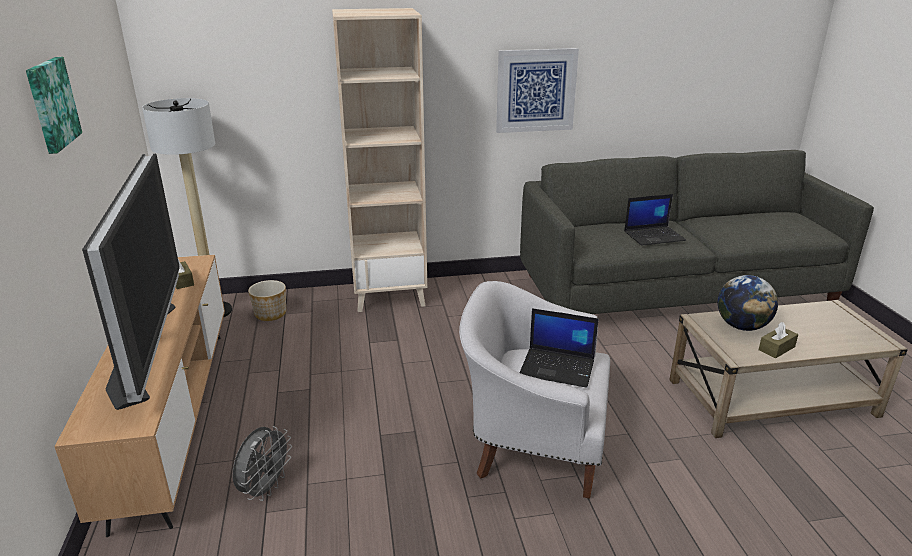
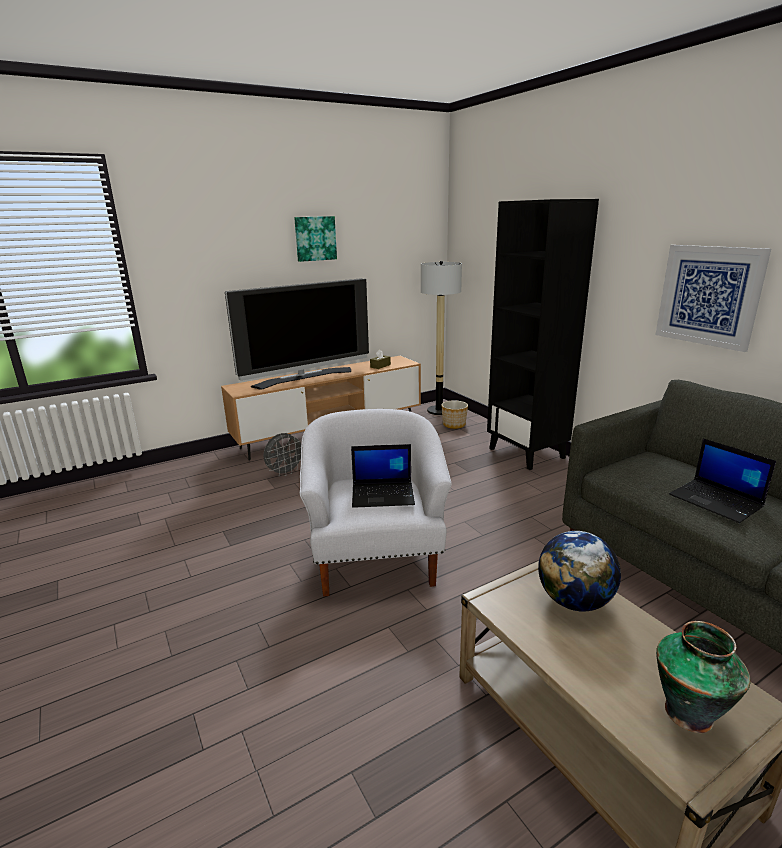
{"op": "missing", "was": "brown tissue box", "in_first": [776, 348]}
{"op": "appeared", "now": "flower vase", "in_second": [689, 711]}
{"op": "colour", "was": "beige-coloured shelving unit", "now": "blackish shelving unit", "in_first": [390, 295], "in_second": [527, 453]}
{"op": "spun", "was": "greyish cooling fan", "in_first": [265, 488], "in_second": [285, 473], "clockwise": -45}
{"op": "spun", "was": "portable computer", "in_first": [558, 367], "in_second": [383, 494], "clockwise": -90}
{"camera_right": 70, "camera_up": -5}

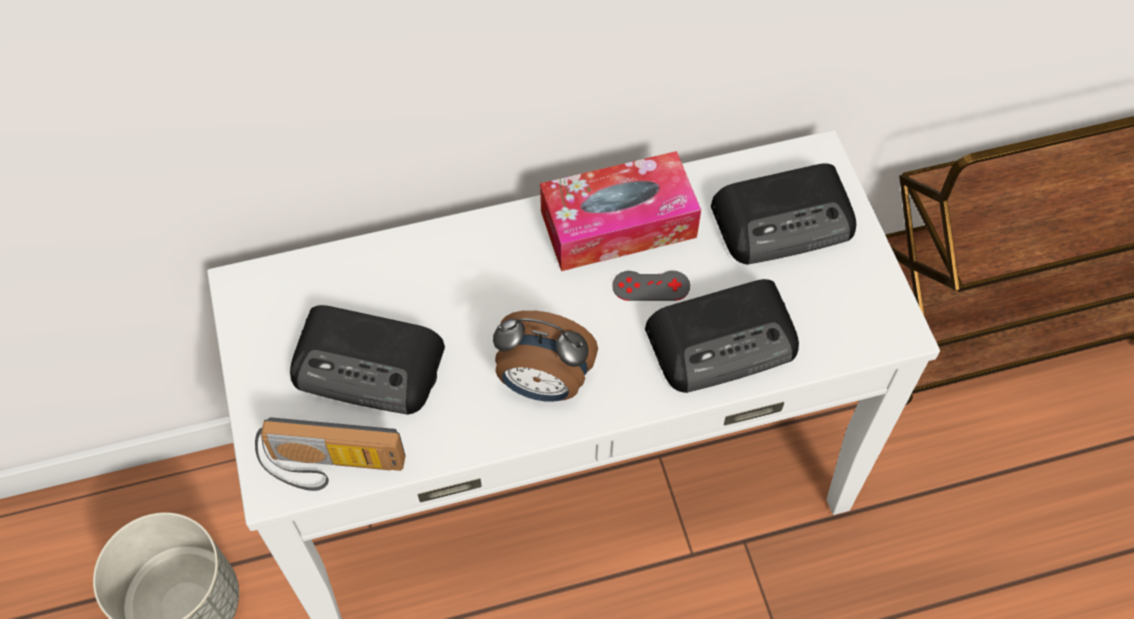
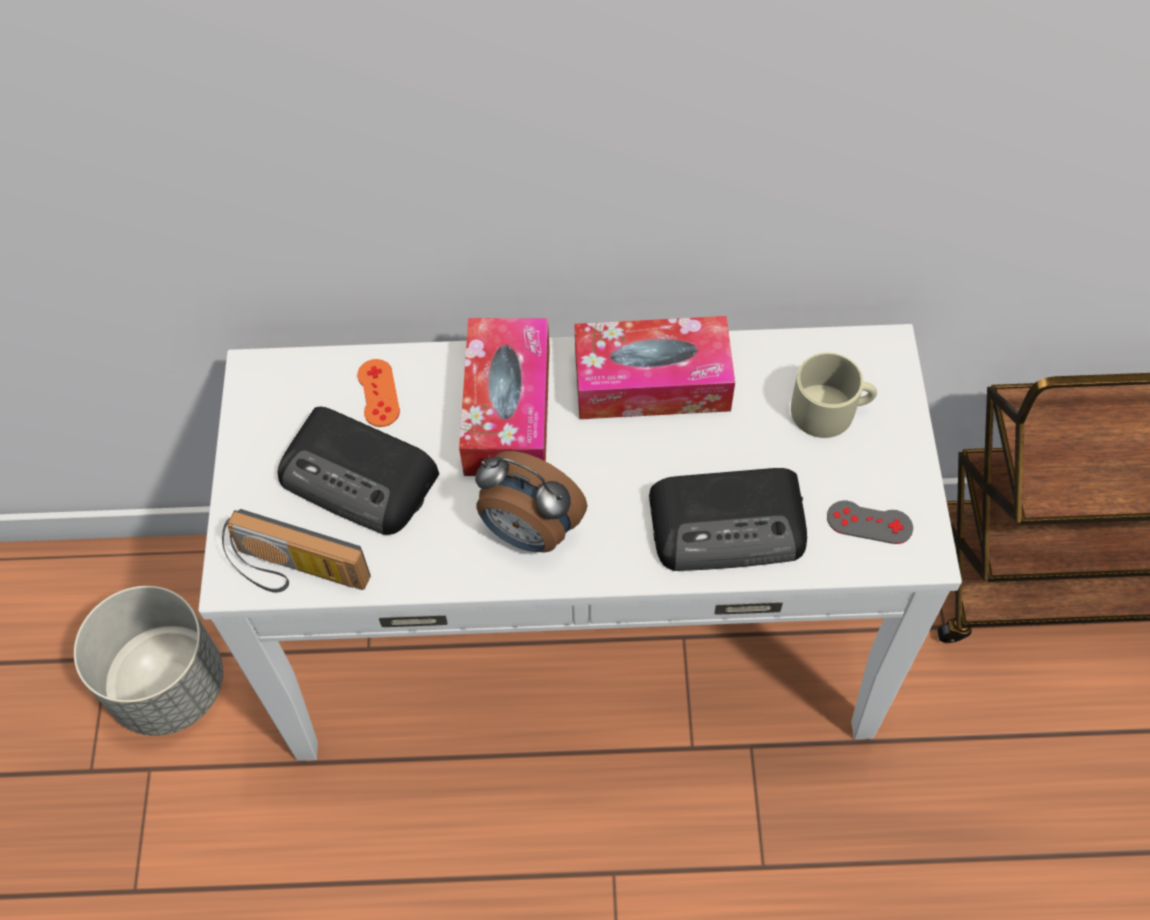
{"op": "appeared", "now": "orangey gamepad", "in_second": [378, 393]}
{"op": "appeared", "now": "tissue box", "in_second": [507, 410]}
{"op": "relocated", "was": "greyish gamepad", "in_first": [651, 286], "in_second": [869, 522]}
{"op": "exchanged", "was": "radio set", "now": "beige-coloured tea mug", "in_first": [785, 220], "in_second": [831, 410]}
{"camera_right": 15, "camera_up": 0}

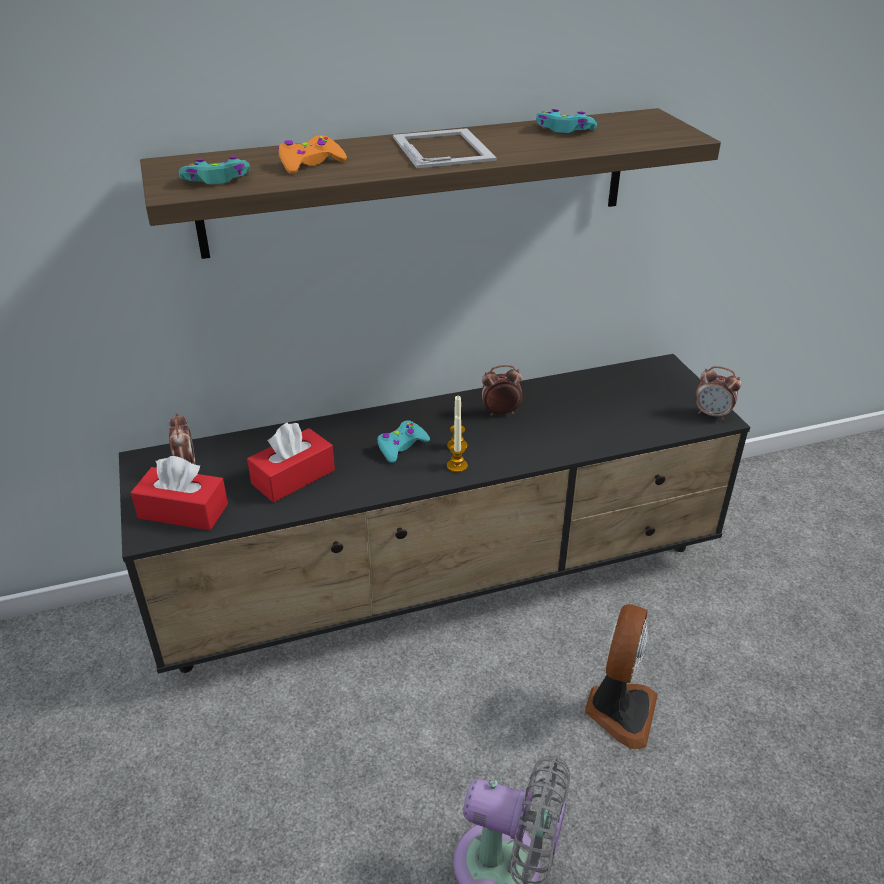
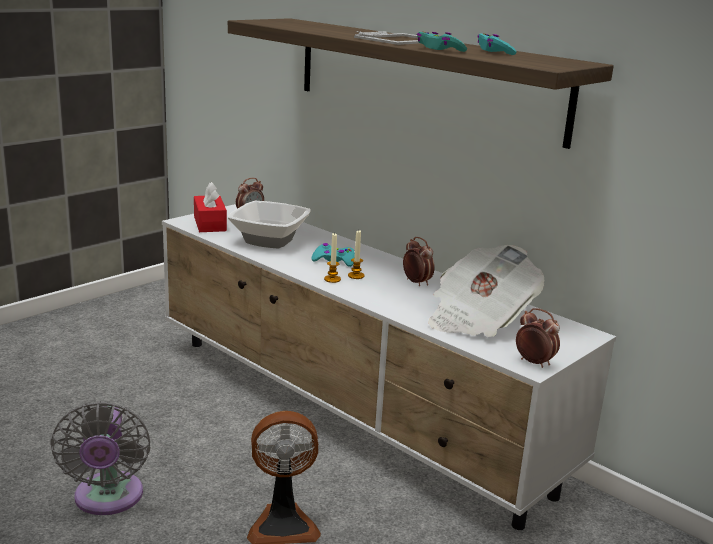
{"op": "missing", "was": "orangey gamepad", "in_first": [310, 163]}
{"op": "appeared", "now": "printed paper", "in_second": [478, 318]}
{"op": "relocated", "was": "turquoise-coloured gamepad", "in_first": [217, 180], "in_second": [439, 49]}
{"op": "exchanged", "was": "red-coloured tissue box", "now": "deep dish", "in_first": [293, 477], "in_second": [268, 240]}
{"op": "colour", "was": "blackish media console", "now": "whitish media console", "in_first": [444, 581], "in_second": [350, 412]}
{"op": "spun", "was": "alarm clock", "in_first": [712, 414], "in_second": [534, 362], "clockwise": 135}
{"camera_right": 60, "camera_up": -15}

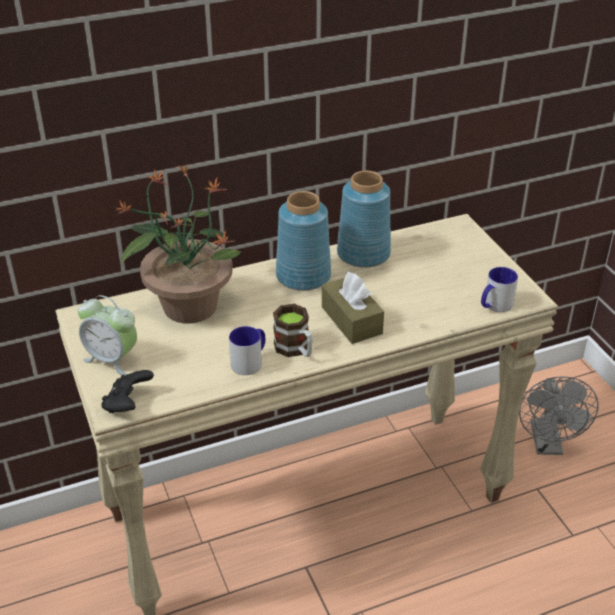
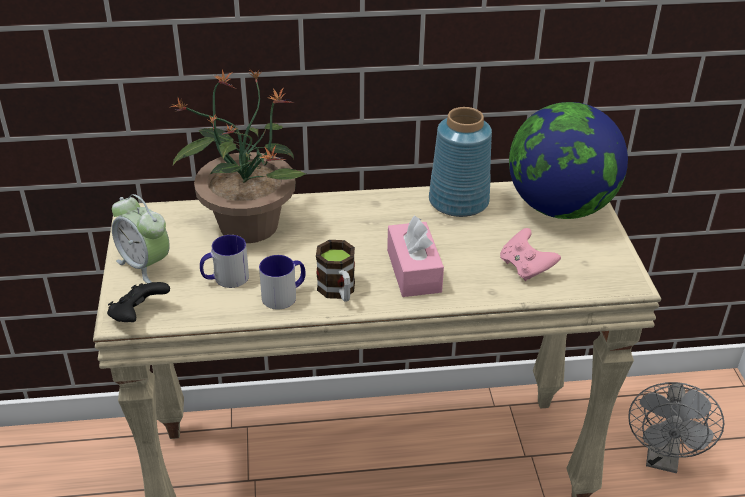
{"op": "missing", "was": "blue flower vase", "in_first": [304, 276]}
{"op": "appeared", "now": "pinkish gamepad", "in_second": [526, 268]}
{"op": "appeared", "now": "world globe", "in_second": [559, 207]}
{"op": "relocated", "was": "tea mug", "in_first": [494, 305], "in_second": [225, 279]}
{"op": "colour", "was": "brown tissue box", "now": "pinkish tissue box", "in_first": [351, 320], "in_second": [413, 271]}
{"camera_right": 15, "camera_up": 0}

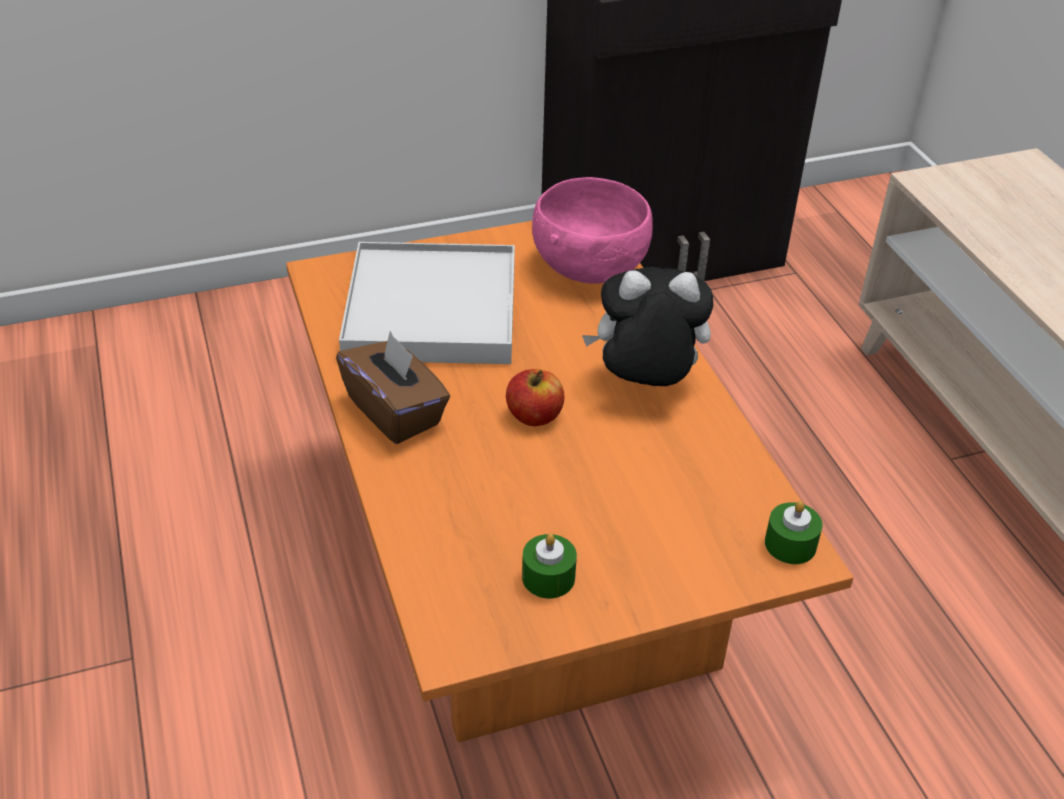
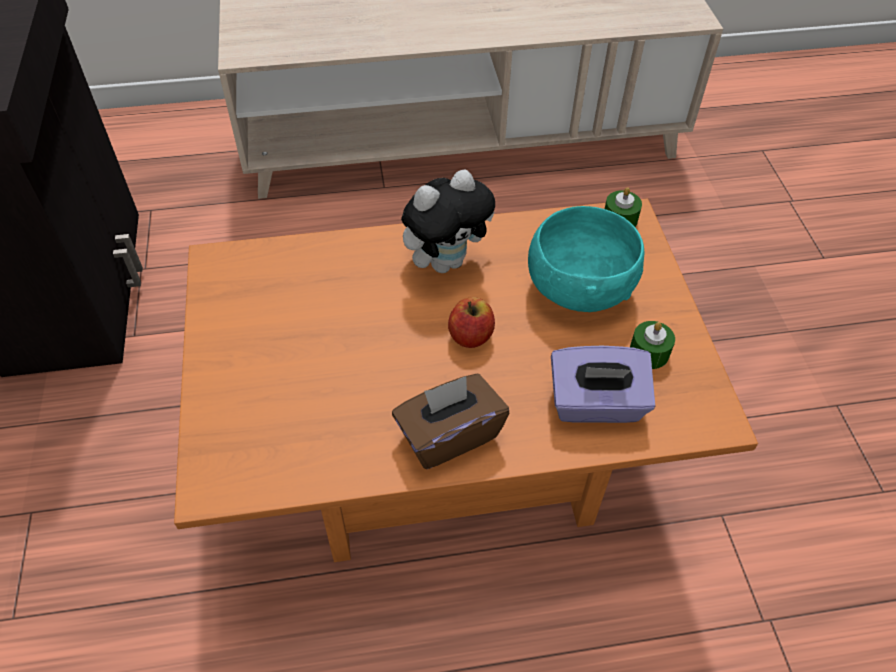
{"op": "missing", "was": "whitish serving tray", "in_first": [432, 311]}
{"op": "missing", "was": "pinkish deep dish", "in_first": [588, 266]}
{"op": "appeared", "now": "turquoise-coloured deep dish", "in_second": [578, 288]}
{"op": "appeared", "now": "purple tissue box", "in_second": [596, 404]}
{"op": "spun", "was": "plush toy", "in_first": [644, 385], "in_second": [446, 261], "clockwise": -135}
{"camera_right": -80, "camera_up": 10}

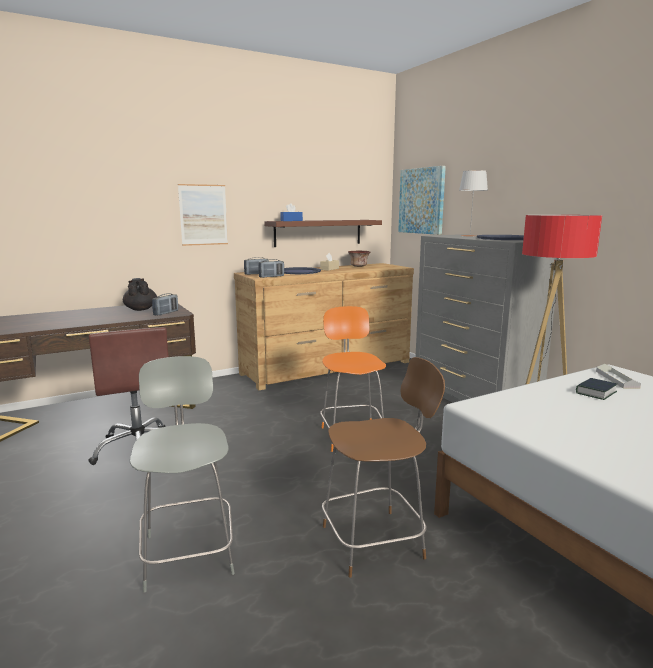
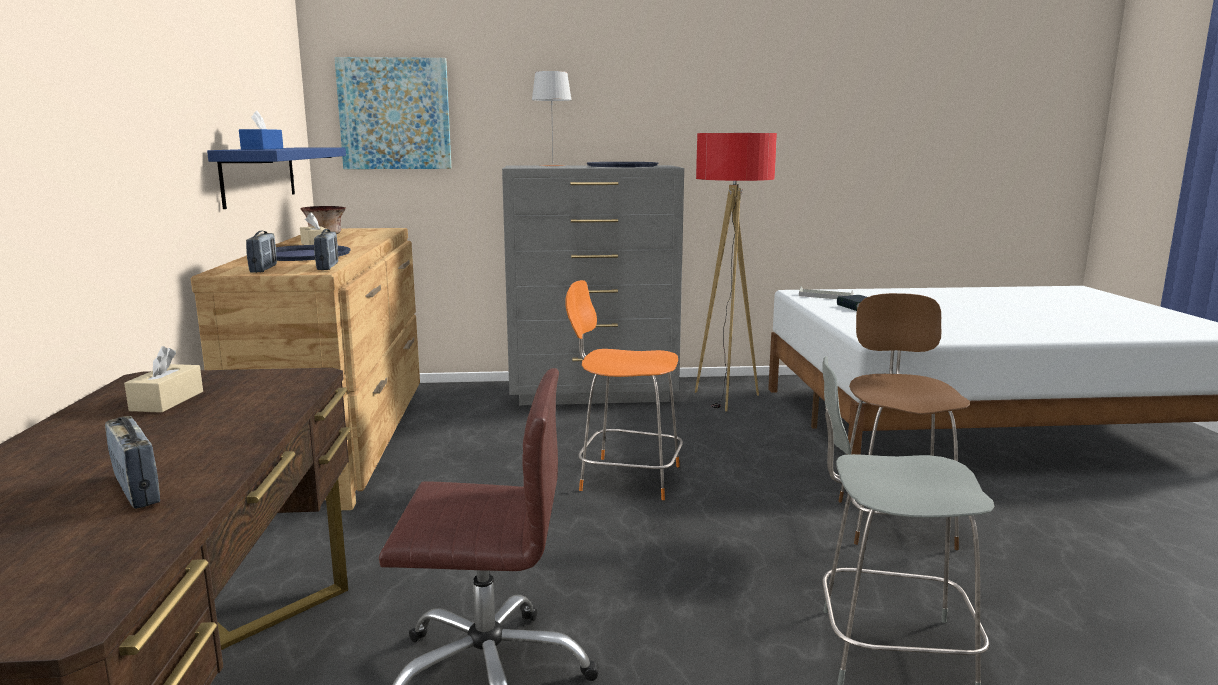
{"op": "missing", "was": "wall picture", "in_first": [203, 215]}
{"op": "relocated", "was": "radio set", "in_first": [166, 313], "in_second": [137, 490]}
{"op": "exchanged", "was": "blackish pot for tea", "now": "beige-coloured tissue box", "in_first": [141, 309], "in_second": [167, 401]}
{"op": "colour", "was": "brown wall shelf", "now": "blue wall shelf", "in_first": [318, 232], "in_second": [259, 175]}
{"camera_right": -65, "camera_up": 0}

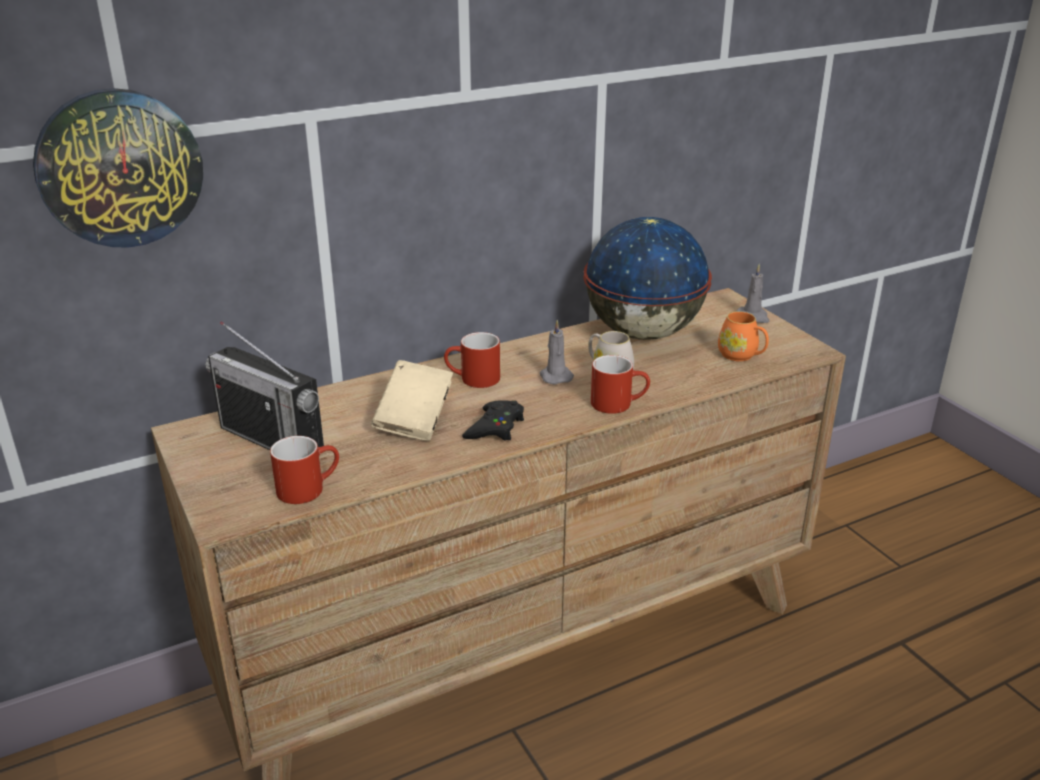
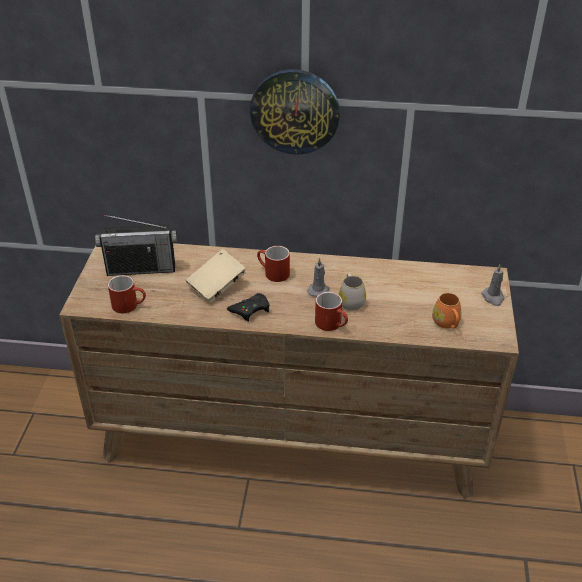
{"op": "missing", "was": "world globe", "in_first": [642, 333]}
{"op": "relocated", "was": "wall clock", "in_first": [120, 168], "in_second": [295, 111]}
{"op": "spun", "was": "radio set", "in_first": [271, 439], "in_second": [141, 268], "clockwise": -75}
{"camera_right": 35, "camera_up": 10}

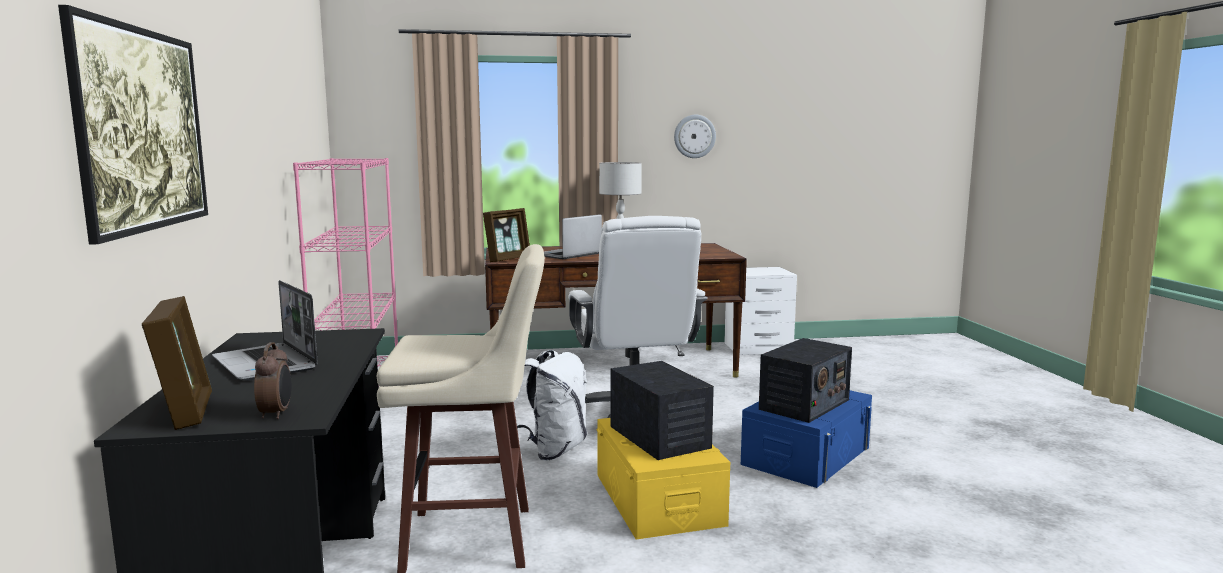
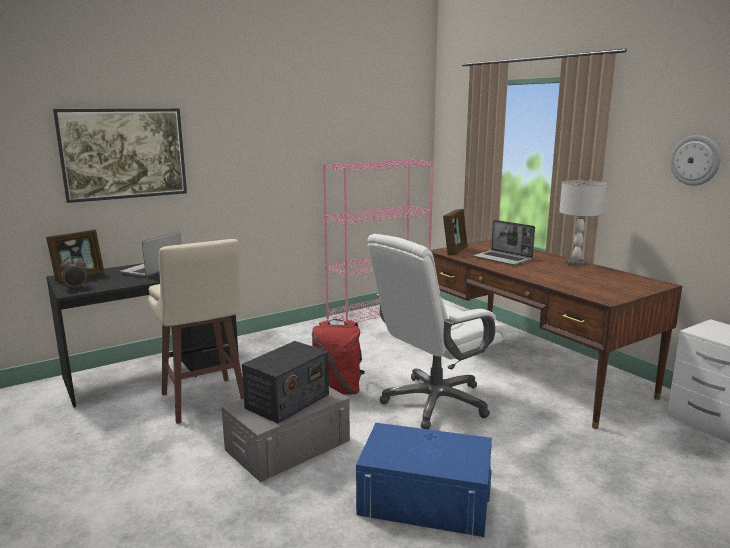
{"op": "missing", "was": "radio set", "in_first": [804, 405]}
{"op": "colour", "was": "whitish knapsack", "now": "red-coloured knapsack", "in_first": [551, 451], "in_second": [338, 390]}
{"op": "colour", "was": "yellow-coloured storage bin", "now": "greyish storage bin", "in_first": [658, 499], "in_second": [288, 445]}
{"op": "spun", "was": "picture frame", "in_first": [508, 259], "in_second": [455, 251], "clockwise": -75}
{"op": "spun", "was": "portable computer", "in_first": [569, 255], "in_second": [503, 259], "clockwise": -150}
{"camera_right": 65, "camera_up": 5}

